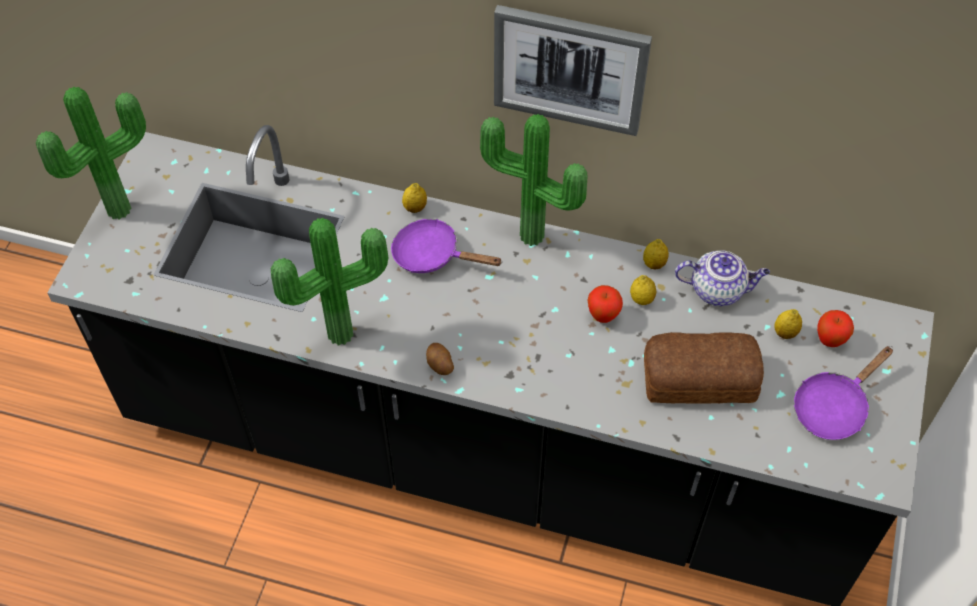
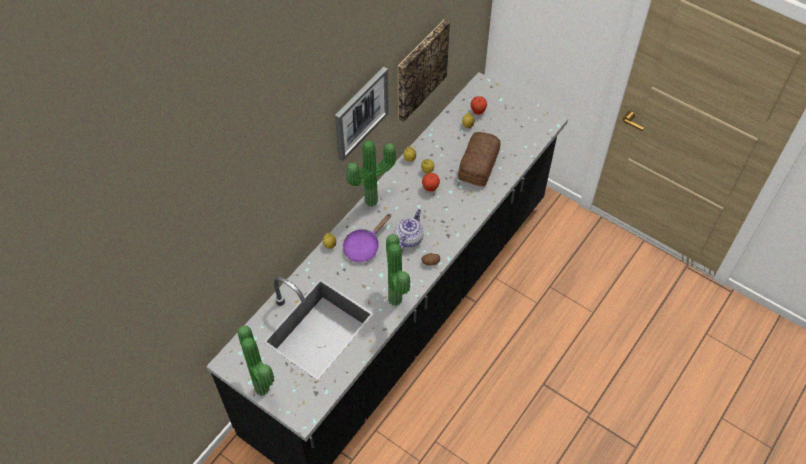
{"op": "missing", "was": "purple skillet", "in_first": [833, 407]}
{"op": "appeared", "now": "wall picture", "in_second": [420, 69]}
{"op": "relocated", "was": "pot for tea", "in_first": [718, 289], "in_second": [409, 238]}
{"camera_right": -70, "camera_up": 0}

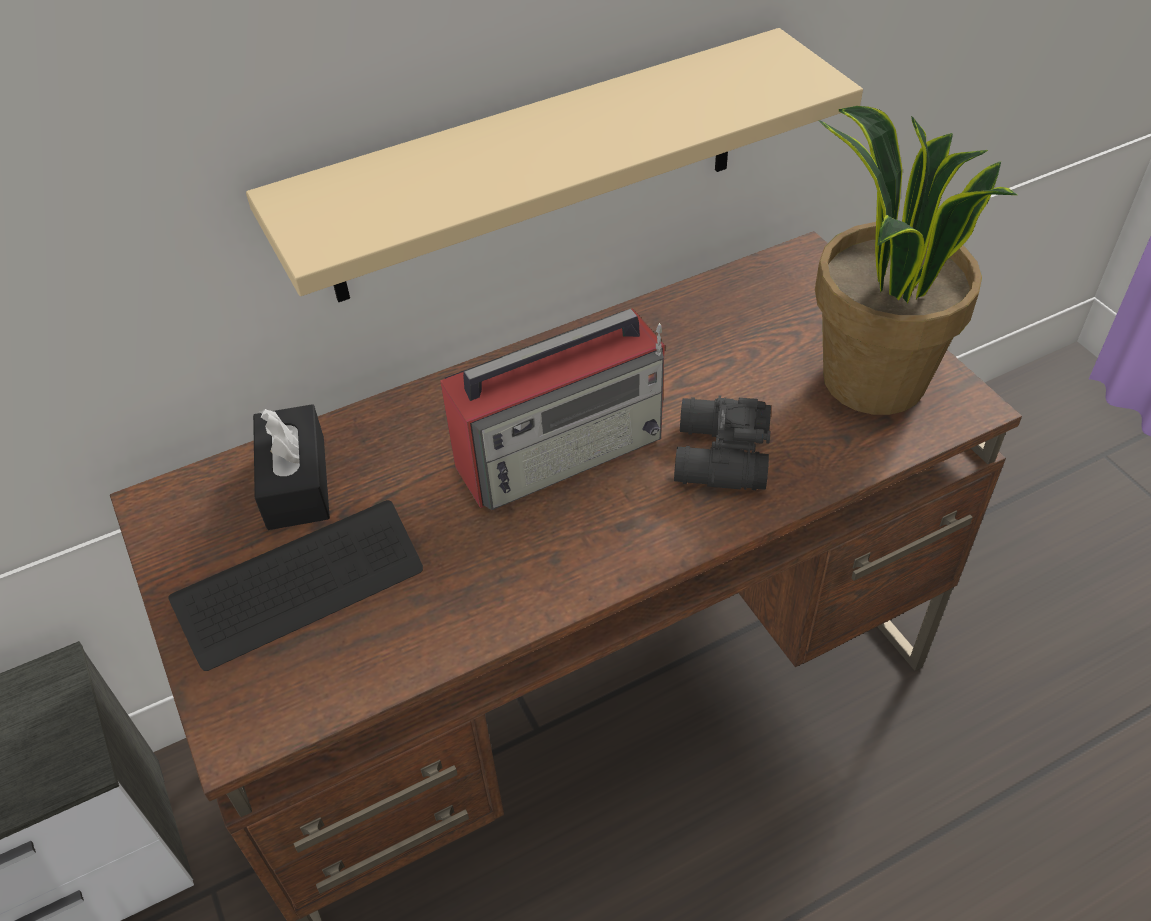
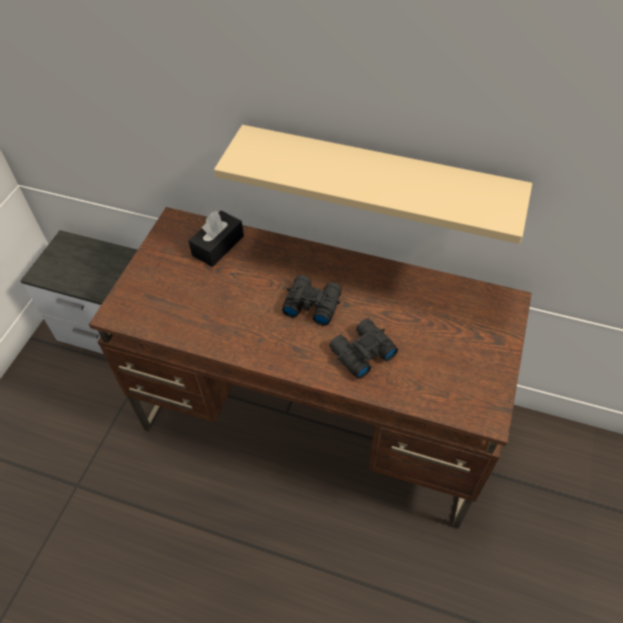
{"op": "missing", "was": "PC keyboard", "in_first": [301, 586]}
{"op": "missing", "was": "potted plant", "in_first": [872, 380]}
{"op": "exchanged", "was": "radio set", "now": "blackish binoculars", "in_first": [563, 449], "in_second": [311, 304]}
{"camera_right": 45, "camera_up": 5}

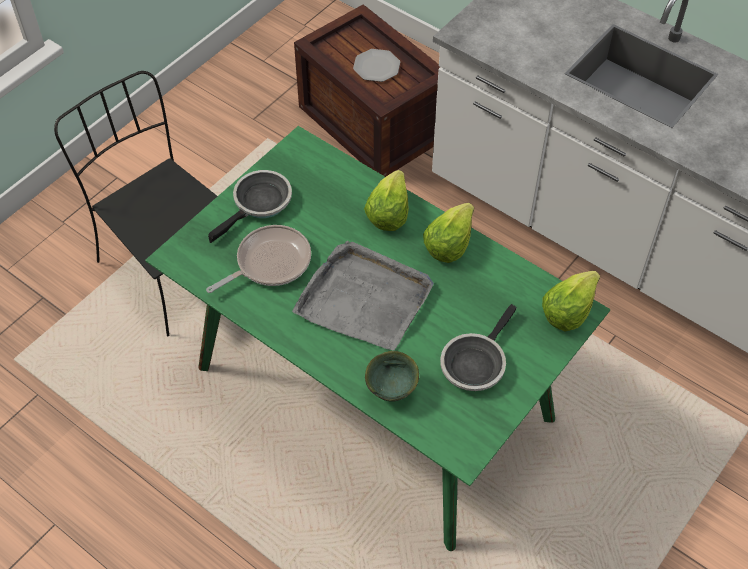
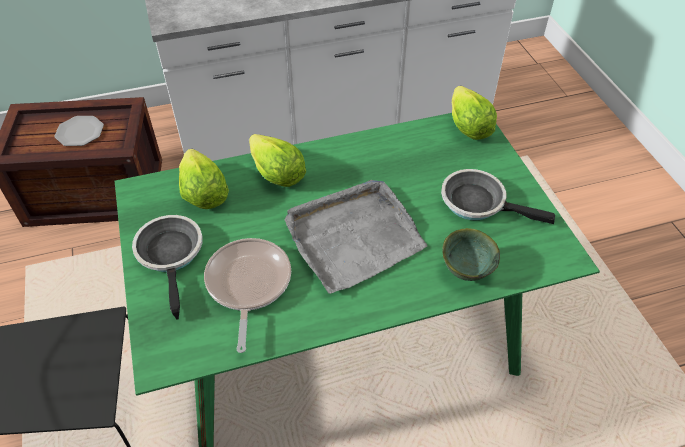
{"op": "relocated", "was": "lettuce", "in_first": [448, 243], "in_second": [203, 193]}
{"op": "spun", "was": "skillet", "in_first": [475, 363], "in_second": [478, 203], "clockwise": 135}
{"camera_right": -55, "camera_up": -5}

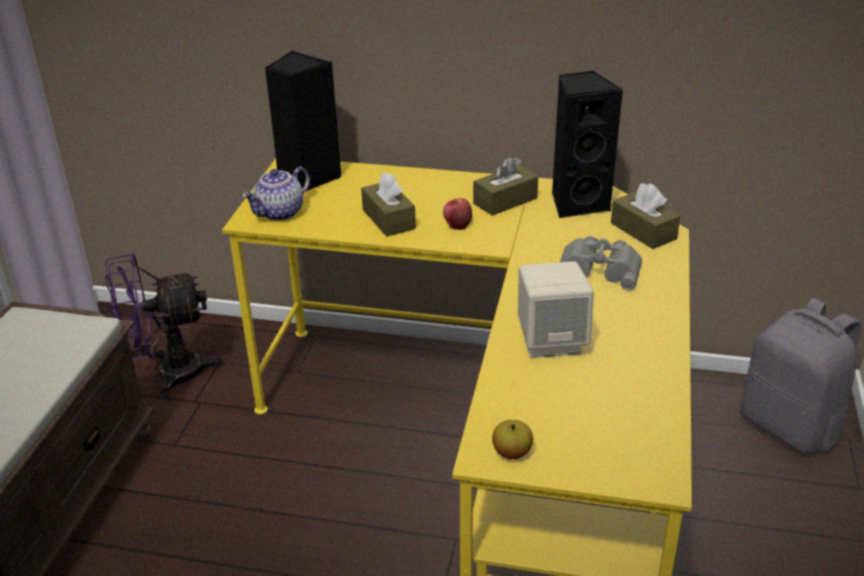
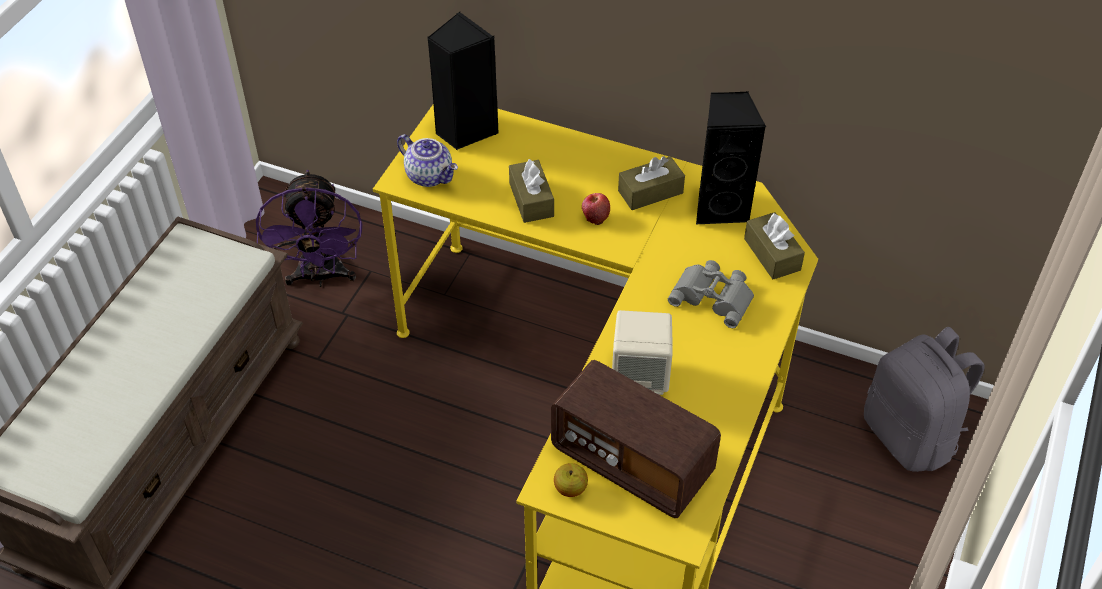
{"op": "appeared", "now": "radio set", "in_second": [632, 462]}
{"op": "spun", "was": "purple cooling fan", "in_first": [168, 374], "in_second": [321, 277], "clockwise": -90}
{"op": "spun", "was": "pot for tea", "in_first": [280, 213], "in_second": [430, 176], "clockwise": -105}
{"camera_right": 10, "camera_up": 15}

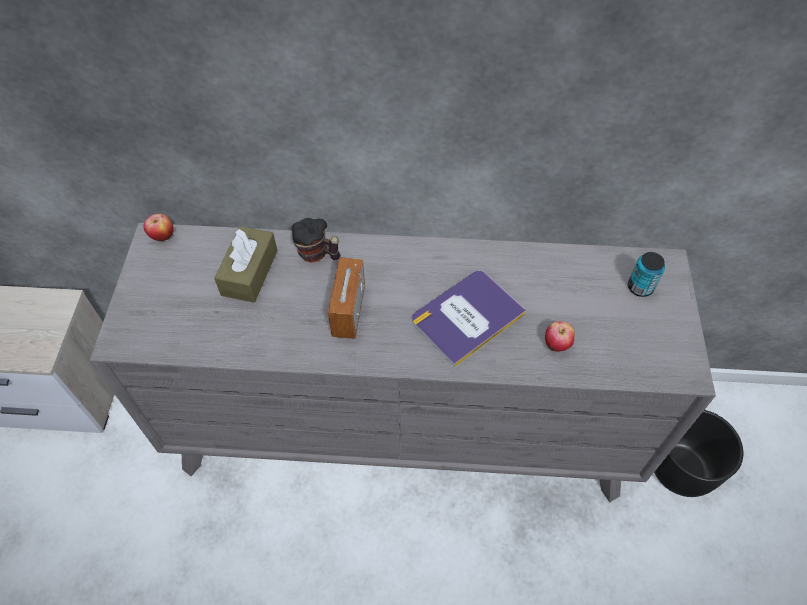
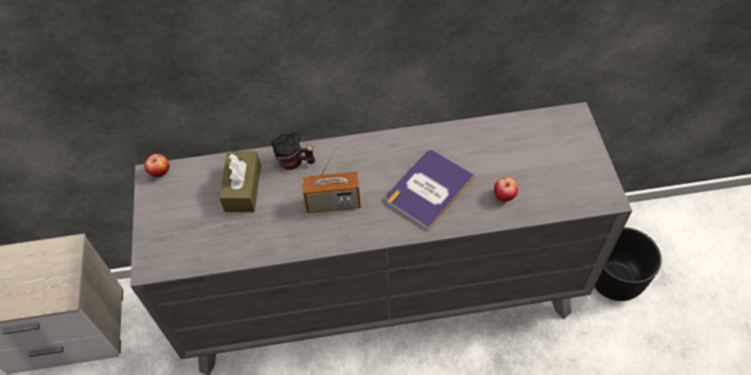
{"op": "missing", "was": "metal can", "in_first": [640, 287]}
{"op": "spun", "was": "radio set", "in_first": [348, 311], "in_second": [333, 203], "clockwise": -90}
{"camera_right": -10, "camera_up": 0}

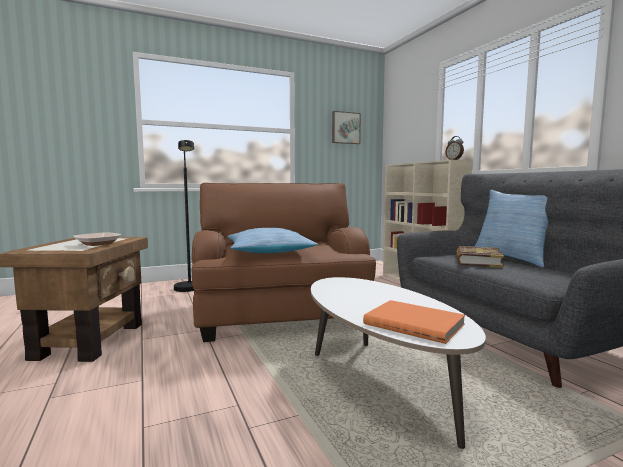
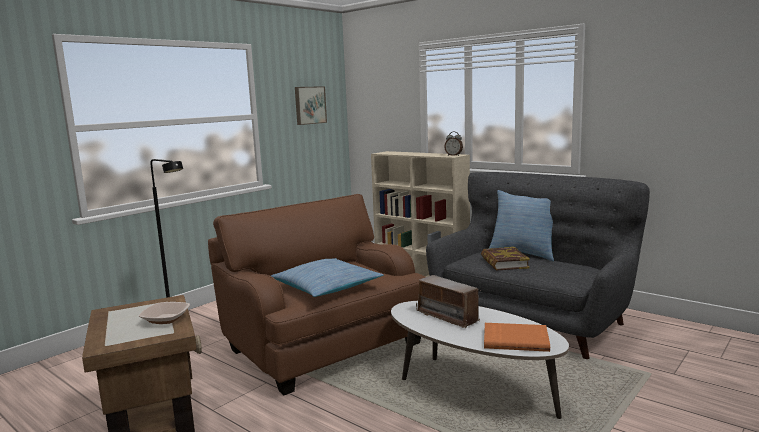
{"op": "appeared", "now": "radio set", "in_second": [448, 316]}
{"camera_right": -25, "camera_up": 5}

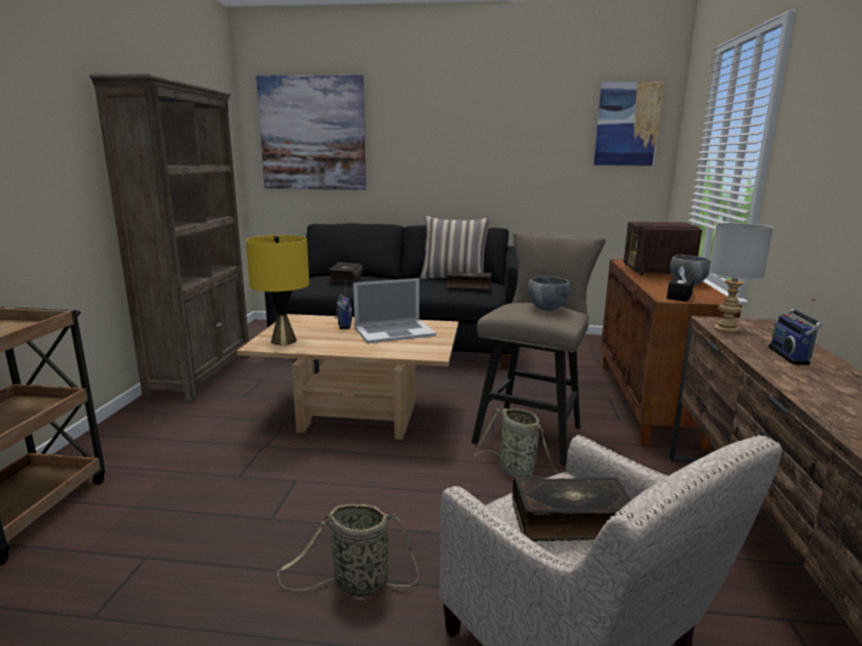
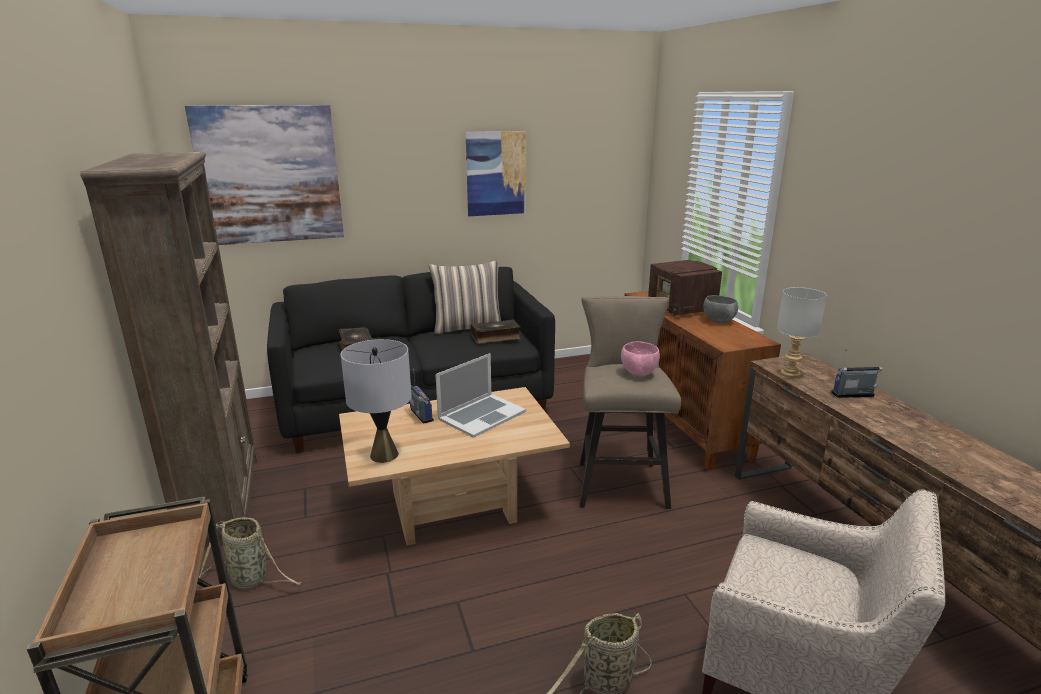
{"op": "missing", "was": "volume", "in_first": [570, 520]}
{"op": "missing", "was": "blackish tissue box", "in_first": [679, 296]}
{"op": "relocated", "was": "storage basket", "in_first": [519, 471], "in_second": [251, 579]}
{"op": "relocated", "was": "wall picture", "in_first": [627, 124], "in_second": [496, 173]}
{"op": "colour", "was": "yellow-coloured lamp for a table", "now": "greyish lamp for a table", "in_first": [283, 341], "in_second": [384, 455]}
{"op": "colour", "was": "greyish deep dish", "now": "pinkish deep dish", "in_first": [546, 308], "in_second": [638, 373]}
{"op": "spun", "was": "radio set", "in_first": [791, 356], "in_second": [853, 395], "clockwise": 105}
{"camera_right": -25, "camera_up": 5}

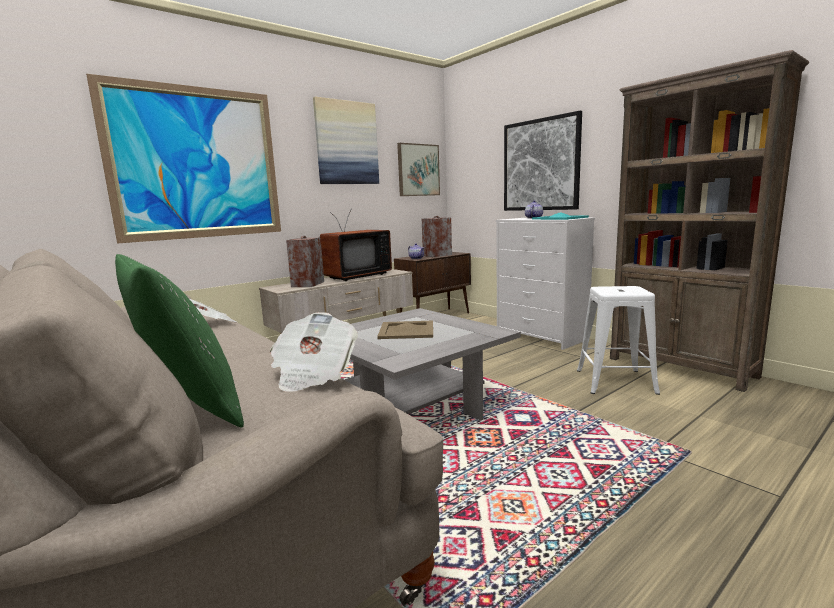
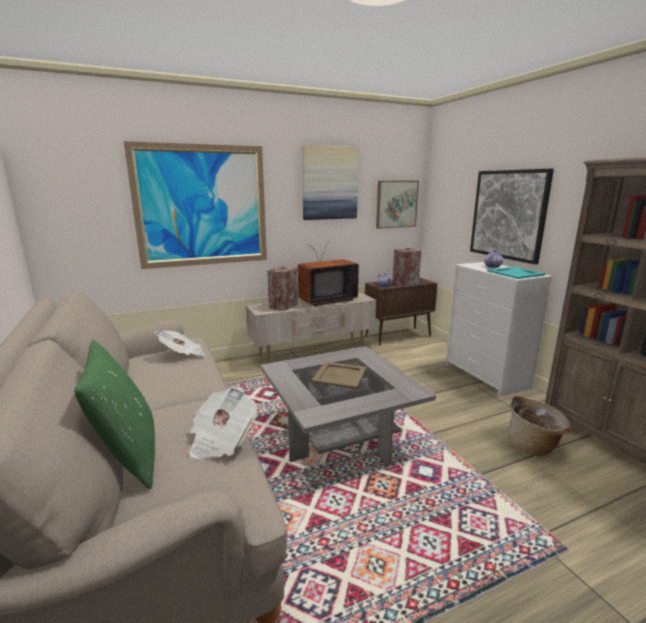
{"op": "exchanged", "was": "whitish stool seat", "now": "storage basket", "in_first": [615, 381], "in_second": [533, 446]}
{"camera_right": 15, "camera_up": 5}

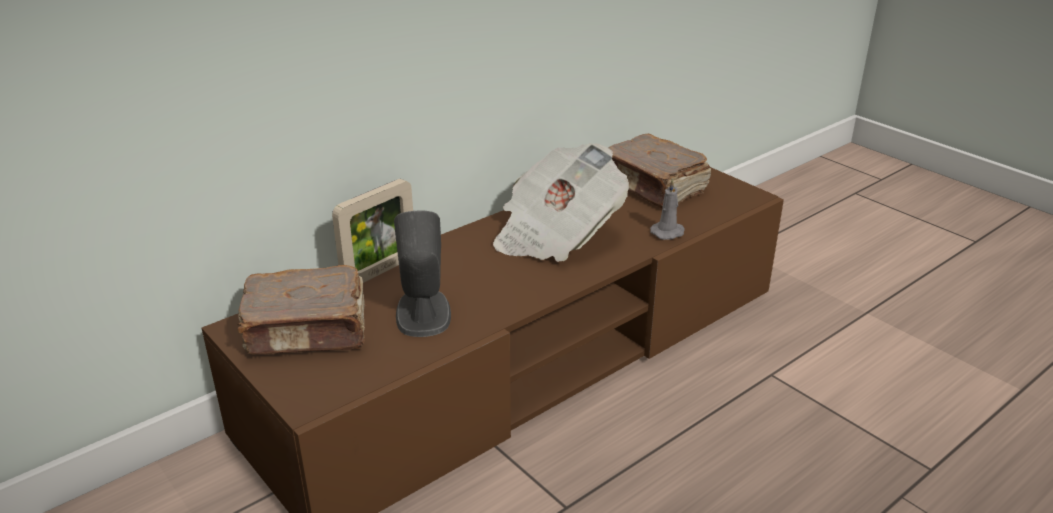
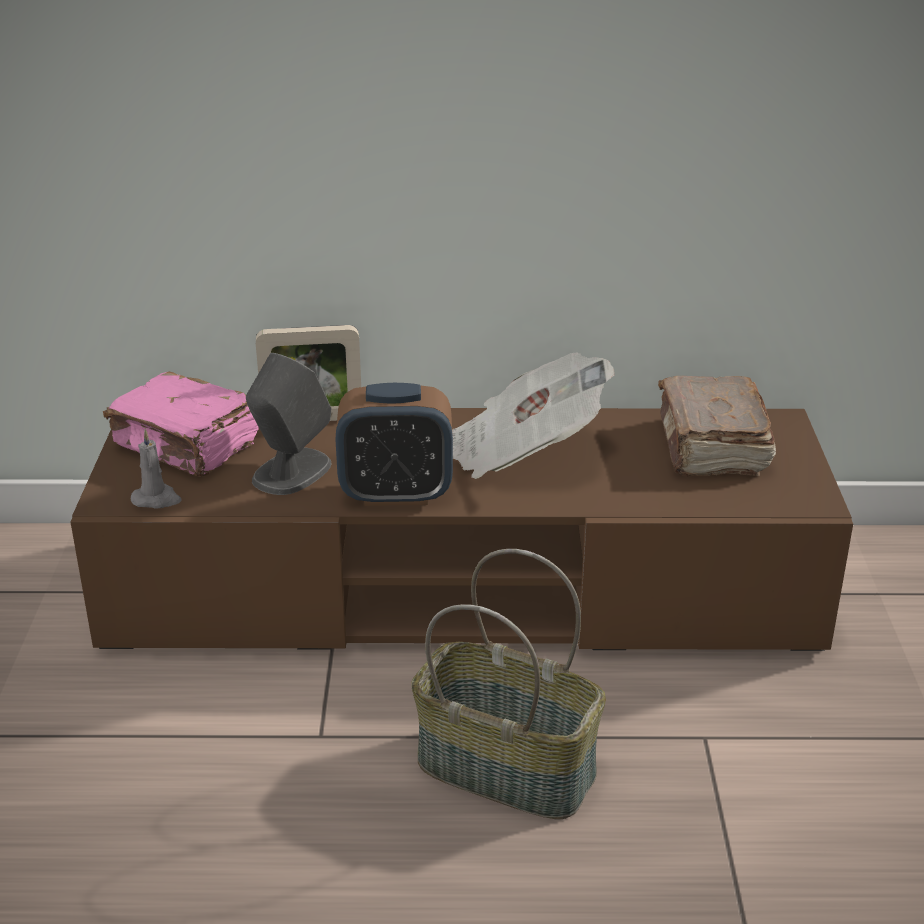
{"op": "appeared", "now": "alarm clock", "in_second": [396, 494]}
{"op": "appeared", "now": "storage basket", "in_second": [508, 767]}
{"op": "relocated", "was": "greyish wax light", "in_first": [668, 232], "in_second": [157, 499]}
{"op": "colour", "was": "brown volume", "now": "pinkish volume", "in_first": [309, 331], "in_second": [186, 445]}
{"camera_right": 40, "camera_up": 0}

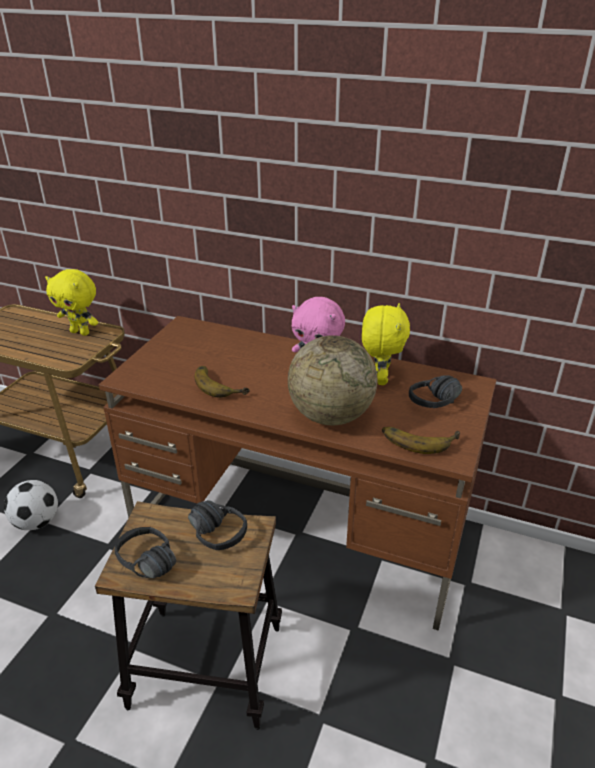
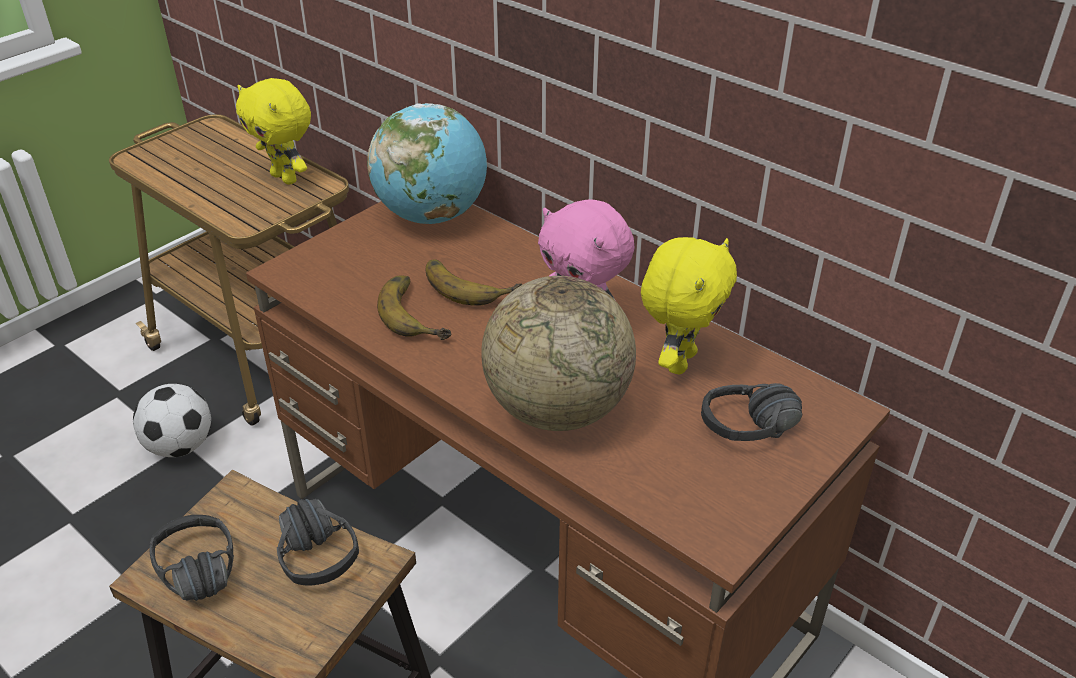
{"op": "appeared", "now": "world globe", "in_second": [432, 215]}
{"op": "relocated", "was": "whole banana", "in_first": [419, 438], "in_second": [471, 284]}
{"camera_right": 20, "camera_up": 5}

